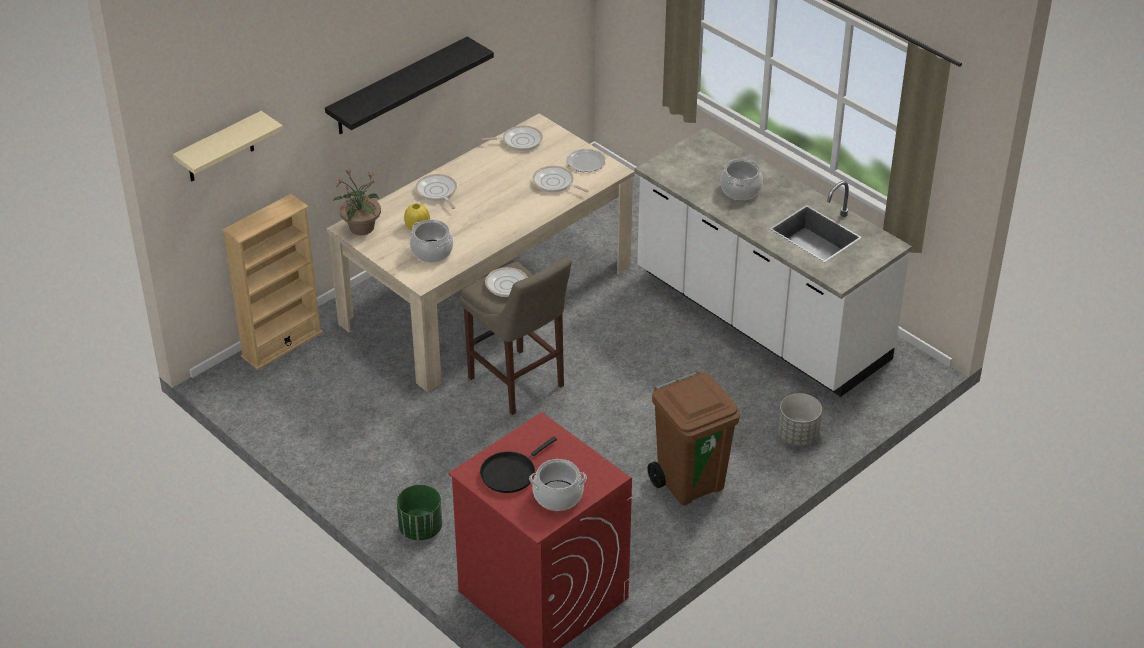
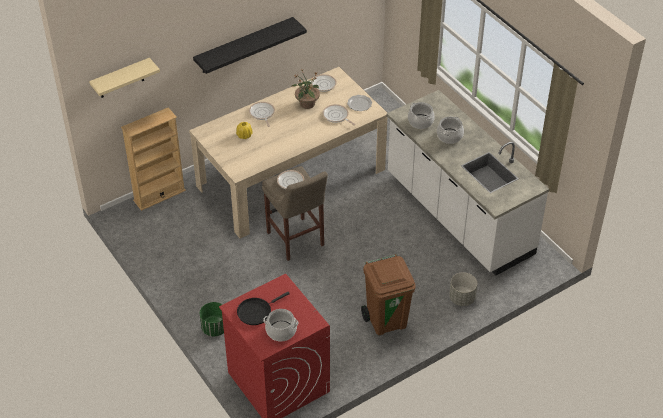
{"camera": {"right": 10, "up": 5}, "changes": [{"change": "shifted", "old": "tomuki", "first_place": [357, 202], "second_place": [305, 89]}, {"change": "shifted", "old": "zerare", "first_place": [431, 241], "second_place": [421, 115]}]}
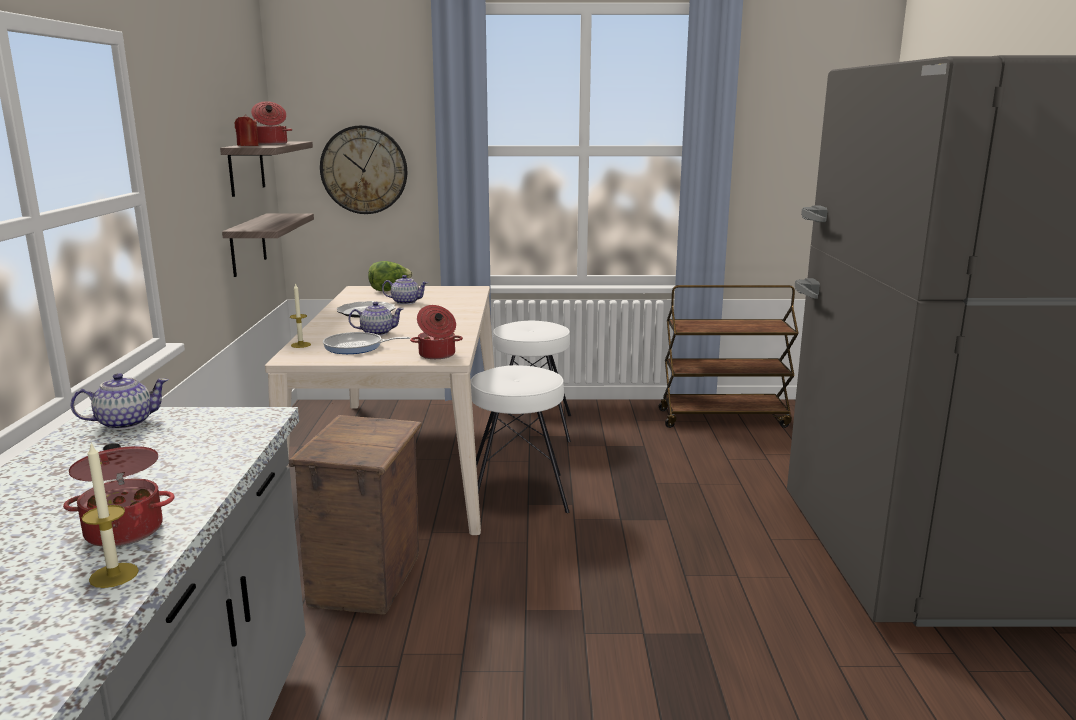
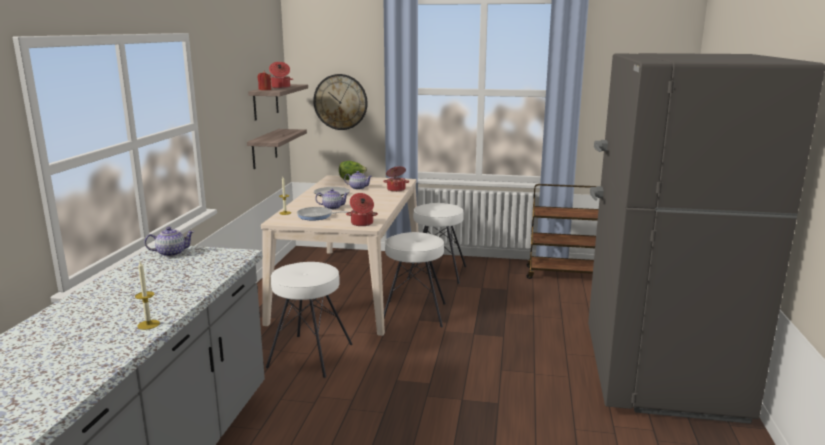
{"camera": {"right": 10, "up": 0}, "changes": [{"change": "shifted", "old": "zerare", "first_place": [118, 495], "second_place": [396, 179]}, {"change": "swapped", "old": "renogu", "new": "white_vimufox", "first_place": [355, 514], "second_place": [309, 320]}]}
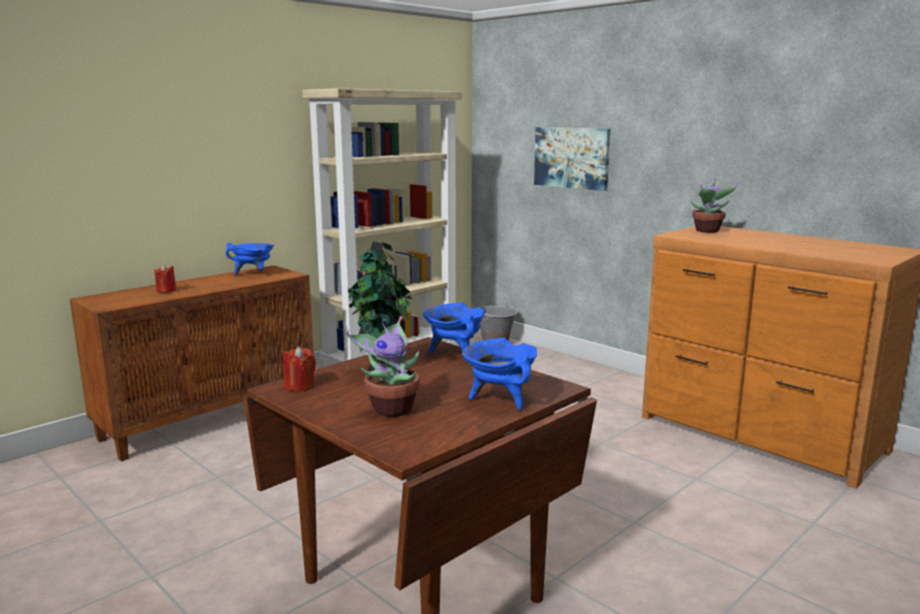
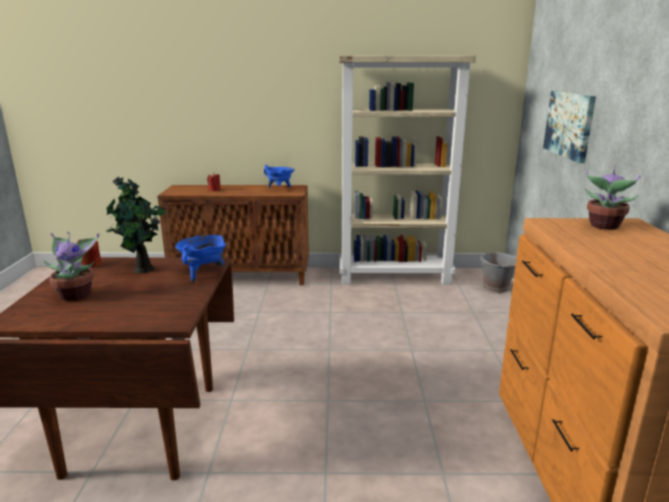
{"camera": {"right": 45, "up": 5}, "changes": [{"change": "gone", "old": "blue_zerare", "first_place": [499, 374]}]}
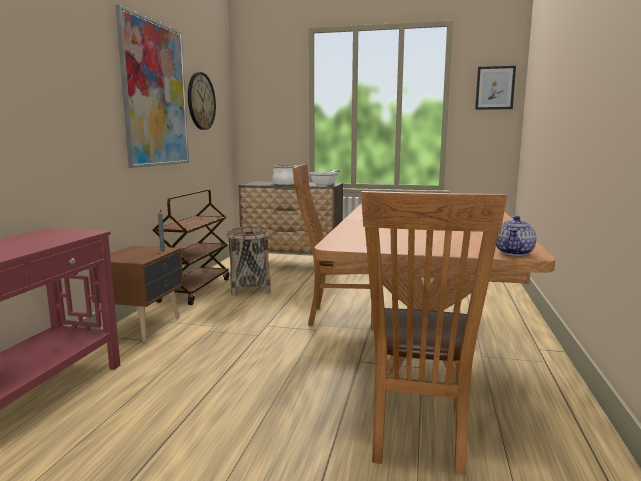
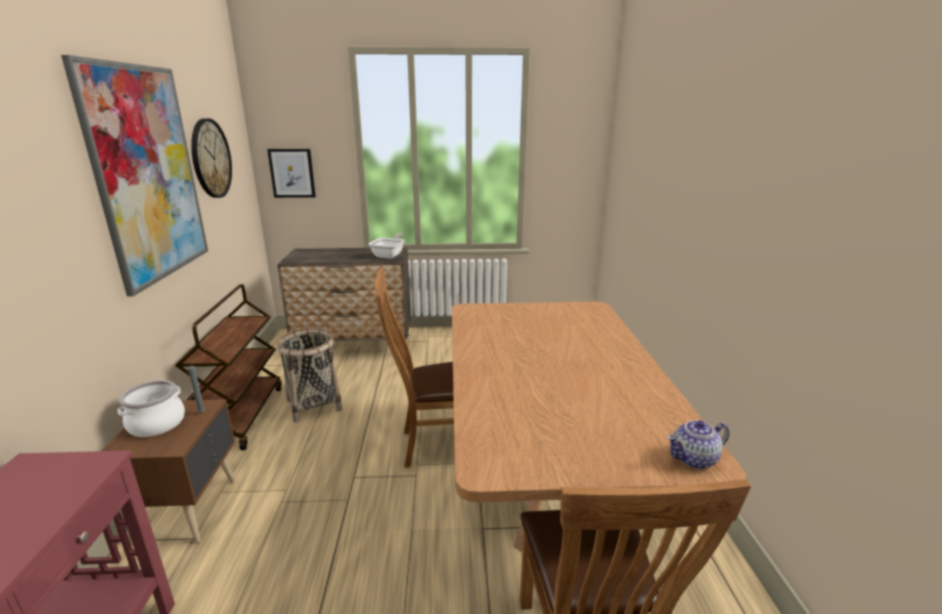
{"camera": {"right": -15, "up": 10}, "changes": [{"change": "shifted", "old": "zerare", "first_place": [284, 175], "second_place": [151, 408]}, {"change": "shifted", "old": "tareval", "first_place": [495, 88], "second_place": [291, 173]}, {"change": "rotated", "old": "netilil", "first_place": [516, 236], "second_place": [698, 444], "degrees": 60}]}
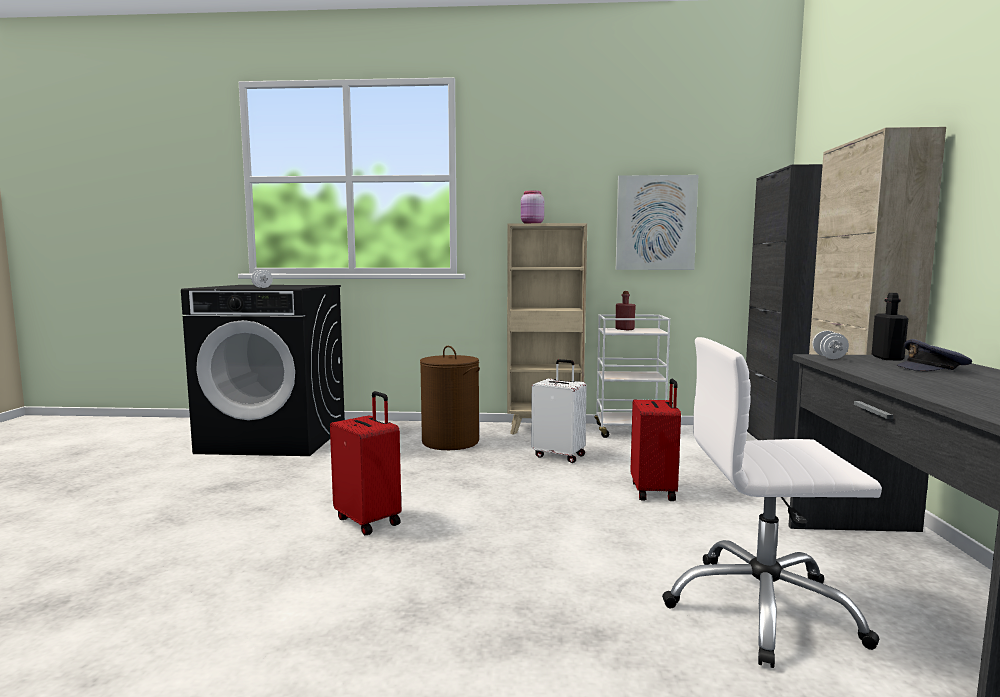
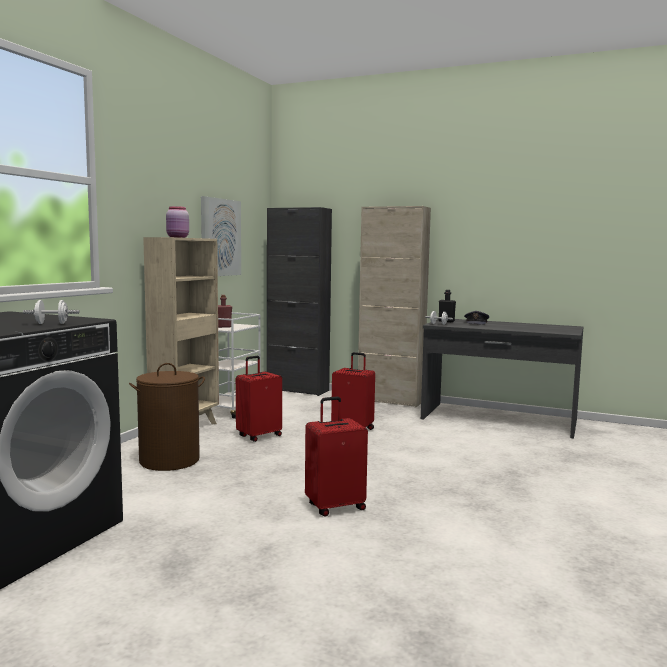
{"camera": {"right": -70, "up": 0}, "changes": [{"change": "repainted", "old": "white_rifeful", "new": "red_rifeful", "first_place": [559, 411], "second_place": [259, 399]}, {"change": "gone", "old": "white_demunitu", "first_place": [772, 502]}]}
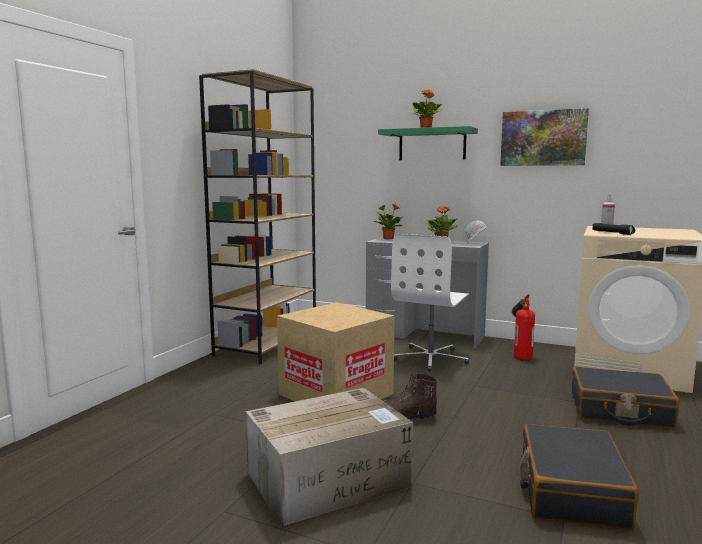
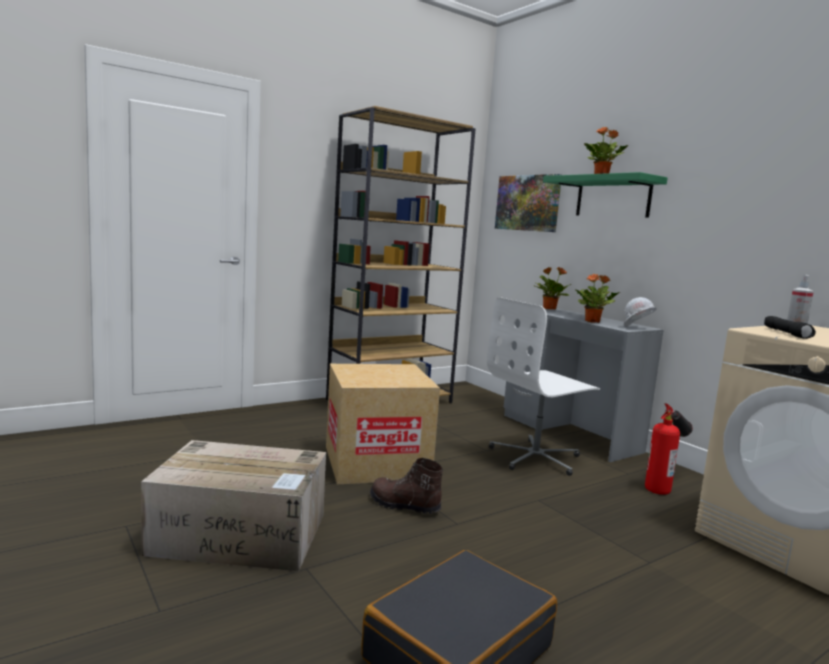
{"camera": {"right": 30, "up": 0}, "changes": [{"change": "shifted", "old": "tareval", "first_place": [544, 137], "second_place": [528, 203]}, {"change": "gone", "old": "black_rifeful", "first_place": [625, 397]}]}
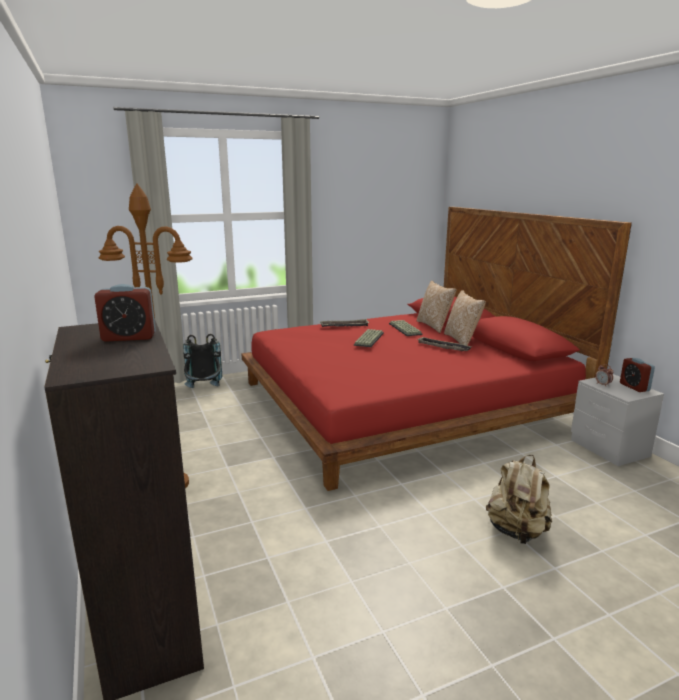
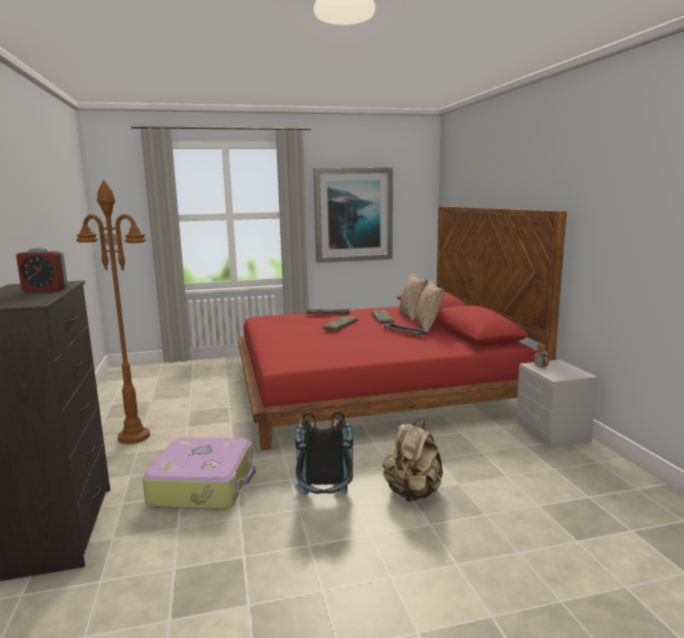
{"camera": {"right": 10, "up": -5}, "changes": [{"change": "shifted", "old": "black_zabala", "first_place": [202, 361], "second_place": [324, 452]}, {"change": "gone", "old": "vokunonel", "first_place": [637, 375]}, {"change": "new", "new": "rifeful", "second_place": [199, 473]}, {"change": "new", "new": "tareval", "second_place": [353, 215]}]}
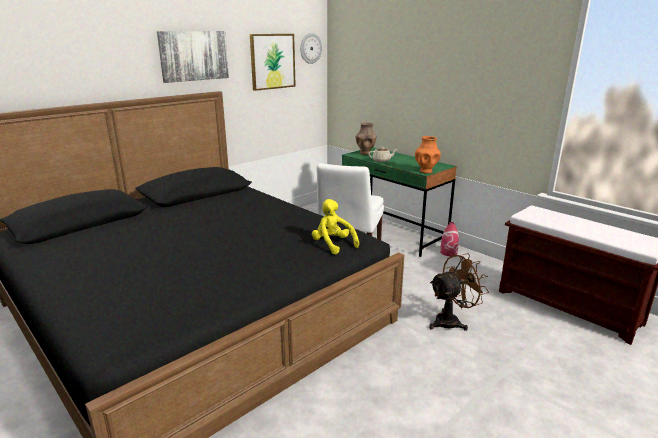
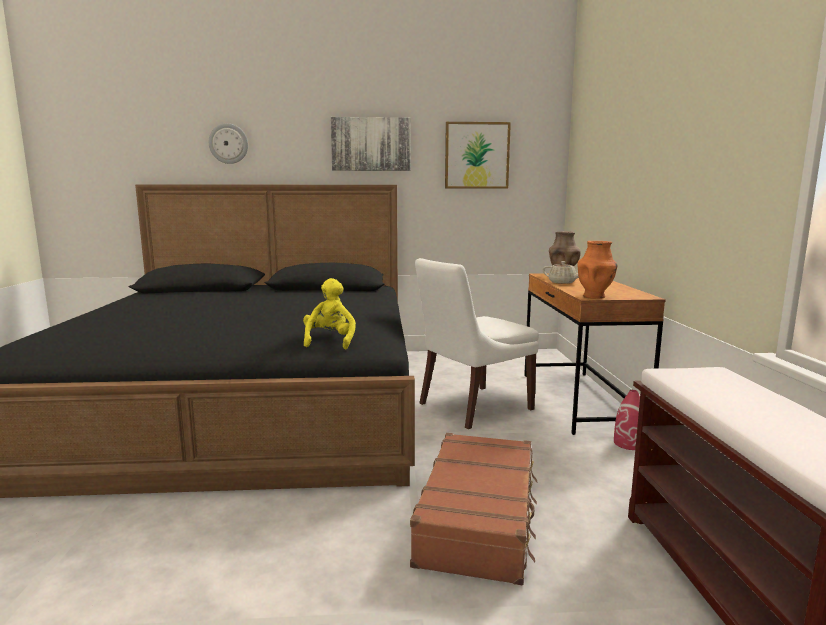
{"camera": {"right": 40, "up": -10}, "changes": [{"change": "shifted", "old": "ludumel", "first_place": [311, 48], "second_place": [228, 143]}, {"change": "repainted", "old": "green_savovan", "new": "brown_savovan", "first_place": [399, 202], "second_place": [595, 354]}, {"change": "swapped", "old": "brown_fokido", "new": "brown_rifeful", "first_place": [459, 292], "second_place": [473, 509]}]}
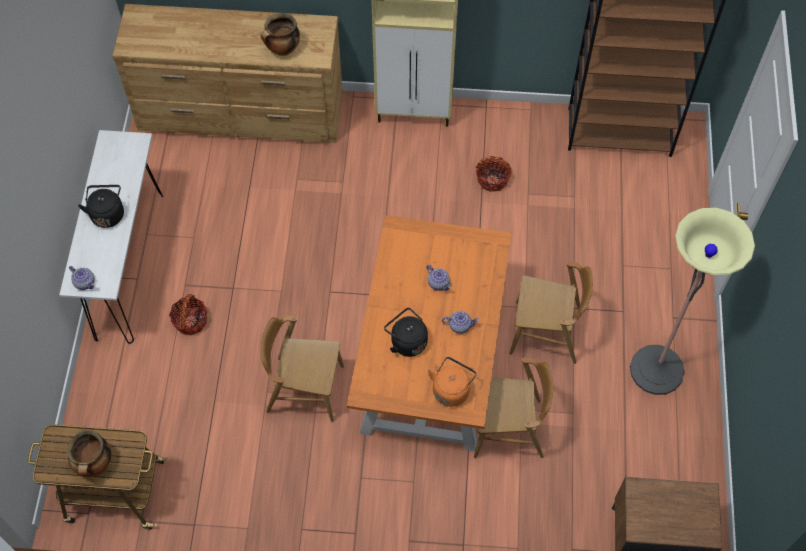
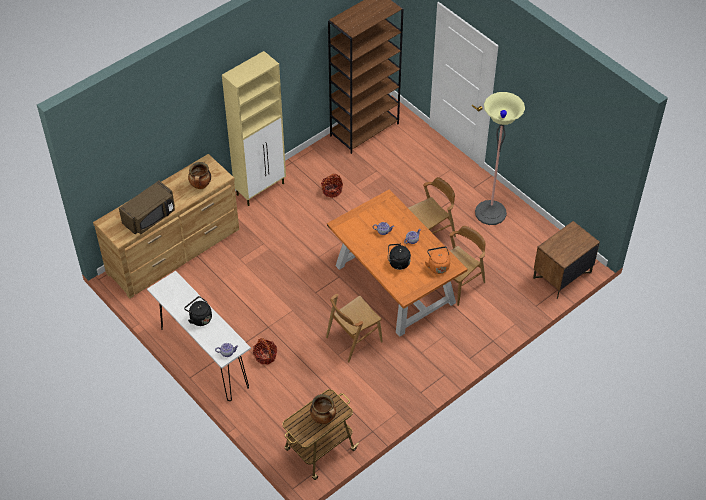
{"camera": {"right": -45, "up": -10}, "changes": [{"change": "new", "new": "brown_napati", "second_place": [147, 207]}]}
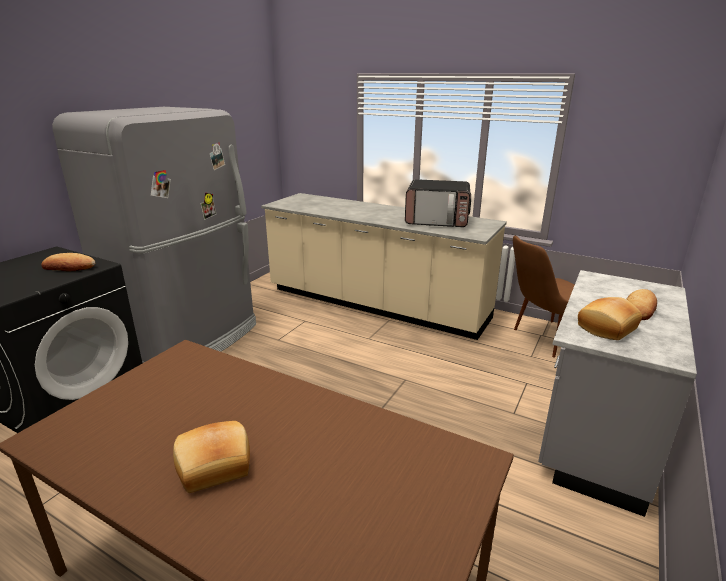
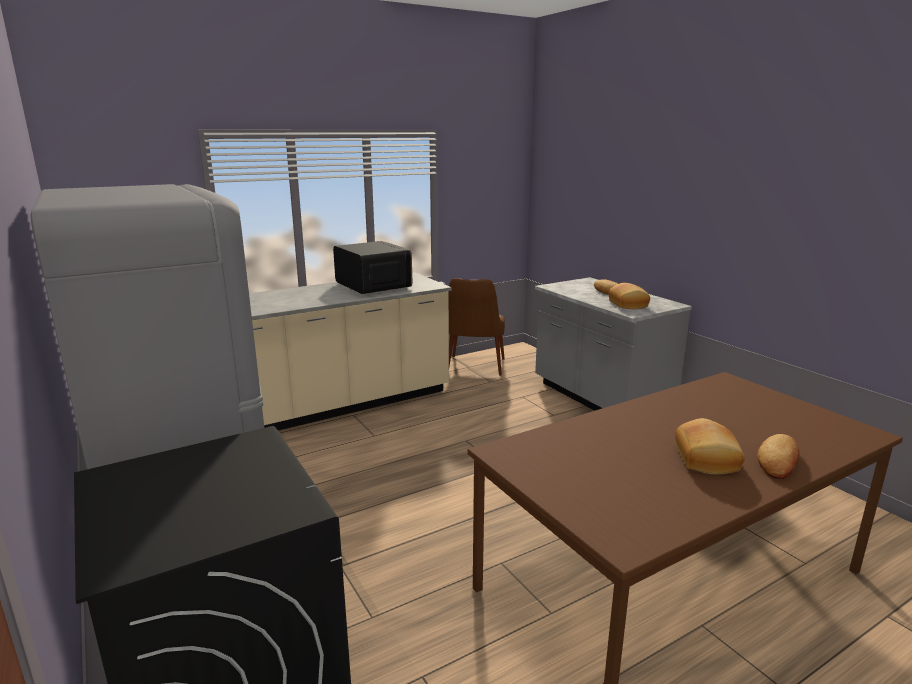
{"camera": {"right": -60, "up": -5}, "changes": [{"change": "shifted", "old": "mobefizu", "first_place": [68, 262], "second_place": [778, 456]}, {"change": "rotated", "old": "napati", "first_place": [438, 203], "second_place": [372, 267], "degrees": -75}]}
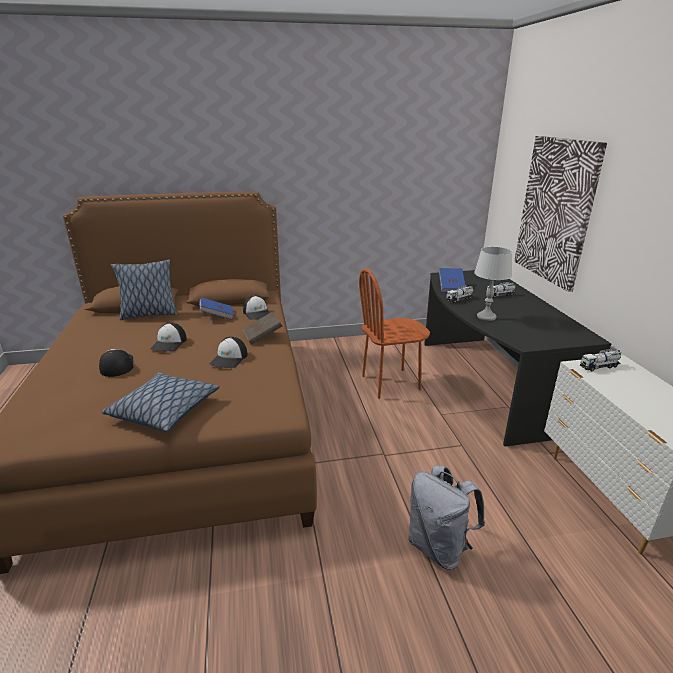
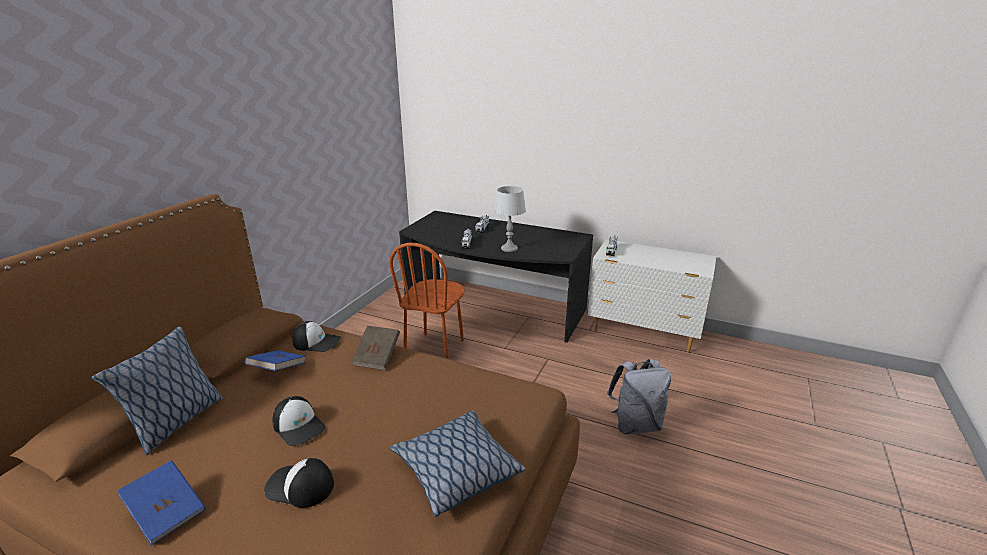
{"camera": {"right": -55, "up": 0}, "changes": [{"change": "gone", "old": "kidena", "first_place": [229, 352]}, {"change": "shifted", "old": "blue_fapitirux", "first_place": [452, 280], "second_place": [161, 503]}, {"change": "gone", "old": "tareval", "first_place": [560, 214]}]}
